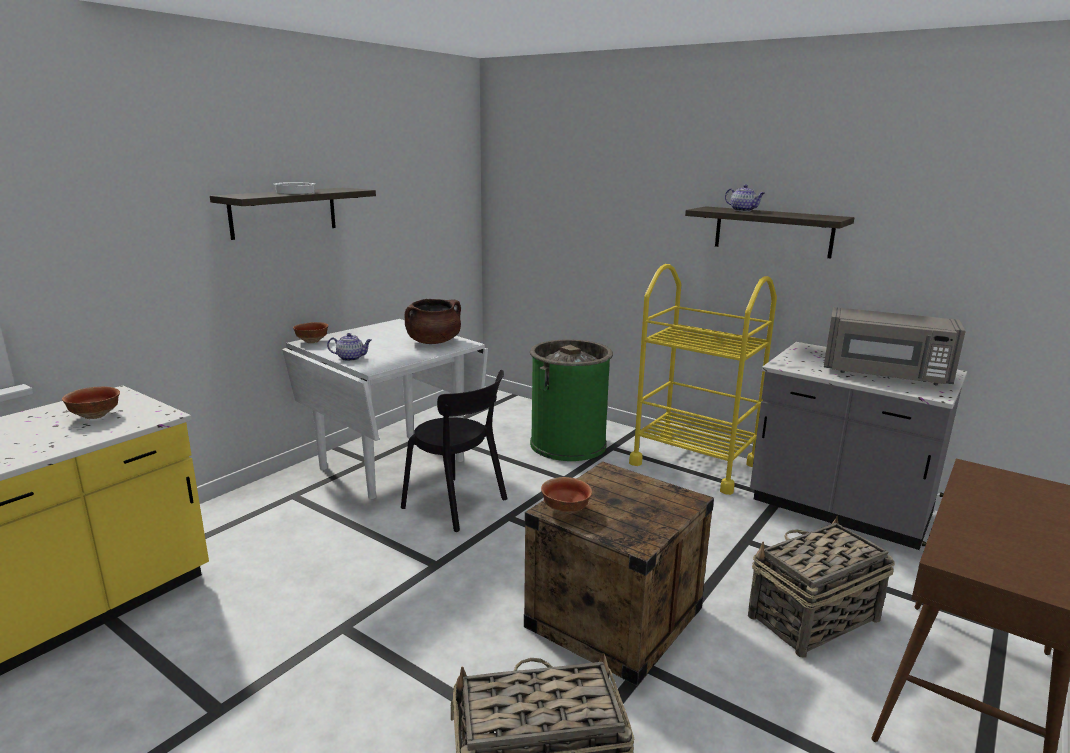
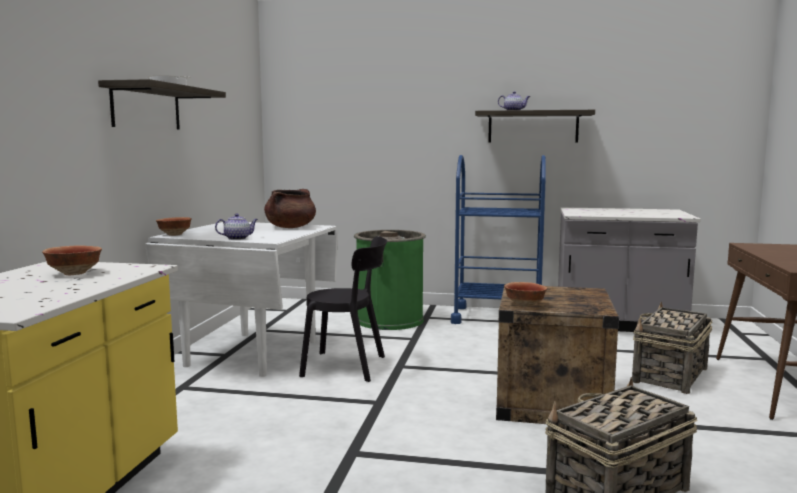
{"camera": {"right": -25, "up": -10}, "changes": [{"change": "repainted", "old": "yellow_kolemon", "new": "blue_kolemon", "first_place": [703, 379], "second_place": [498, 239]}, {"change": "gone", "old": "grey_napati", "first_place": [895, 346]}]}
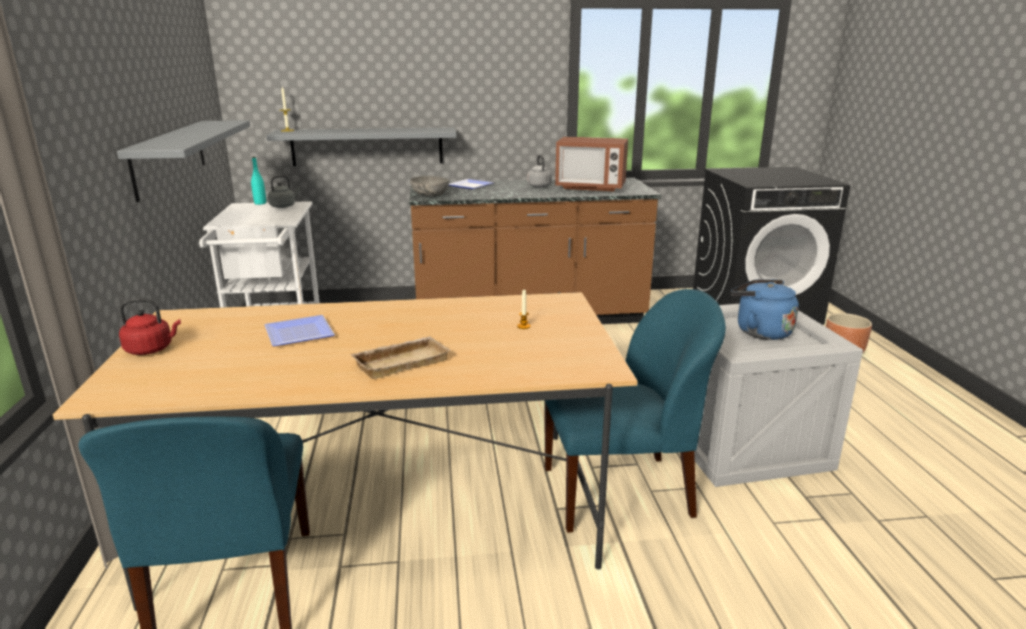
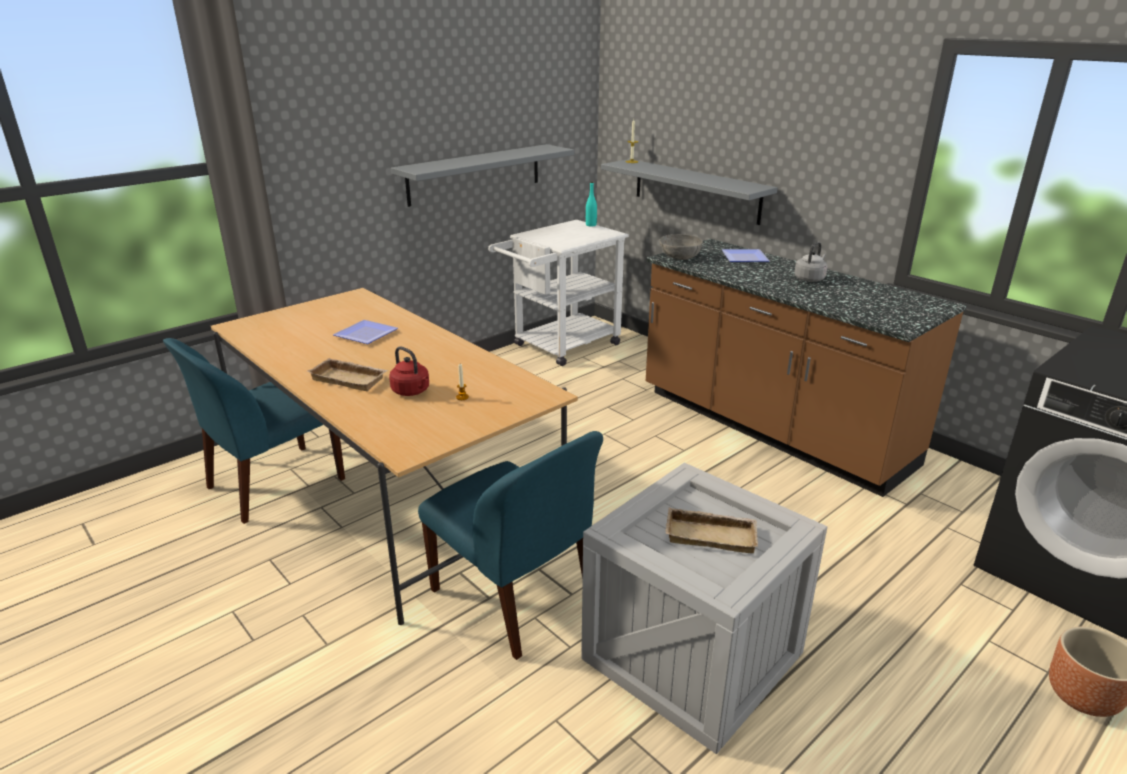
{"camera": {"right": 55, "up": 5}, "changes": [{"change": "shifted", "old": "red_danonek", "first_place": [150, 326], "second_place": [409, 371]}, {"change": "gone", "old": "grey_danonek", "first_place": [284, 191]}, {"change": "gone", "old": "napati", "first_place": [591, 164]}, {"change": "swapped", "old": "blue_danonek", "new": "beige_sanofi", "first_place": [765, 309], "second_place": [712, 530]}]}
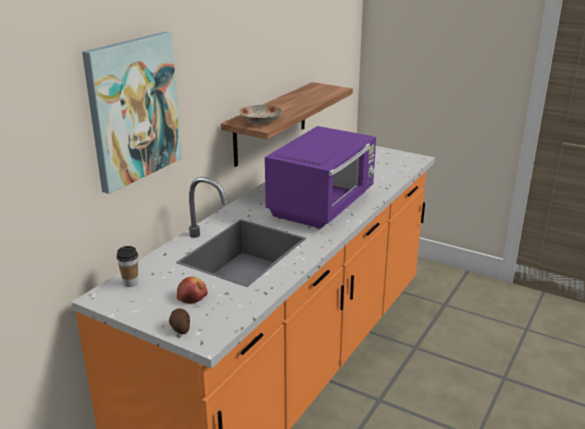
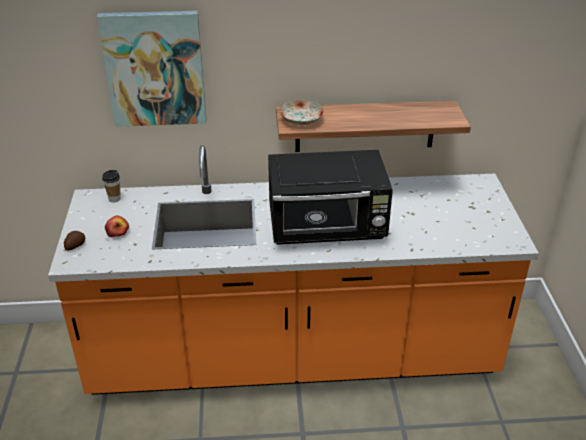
{"camera": {"right": 55, "up": 10}, "changes": [{"change": "repainted", "old": "purple_napati", "new": "black_napati", "first_place": [320, 177], "second_place": [330, 197]}]}
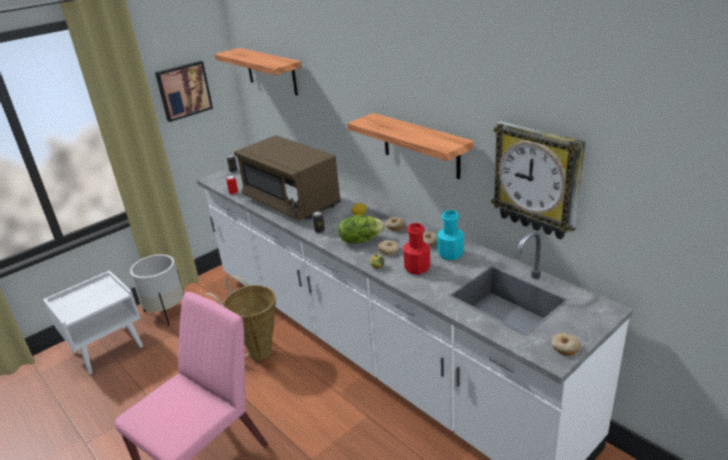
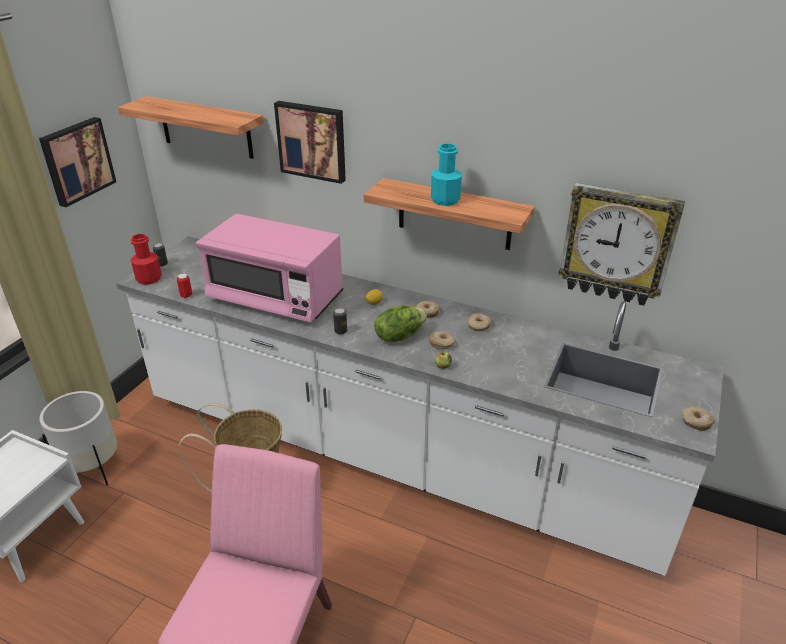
{"camera": {"right": -25, "up": 5}, "changes": [{"change": "repainted", "old": "brown_napati", "new": "pink_napati", "first_place": [287, 178], "second_place": [269, 268]}, {"change": "shifted", "old": "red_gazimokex", "first_place": [416, 248], "second_place": [146, 259]}, {"change": "shifted", "old": "turquoise_gazimokex", "first_place": [450, 235], "second_place": [446, 174]}, {"change": "new", "new": "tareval", "second_place": [310, 142]}]}
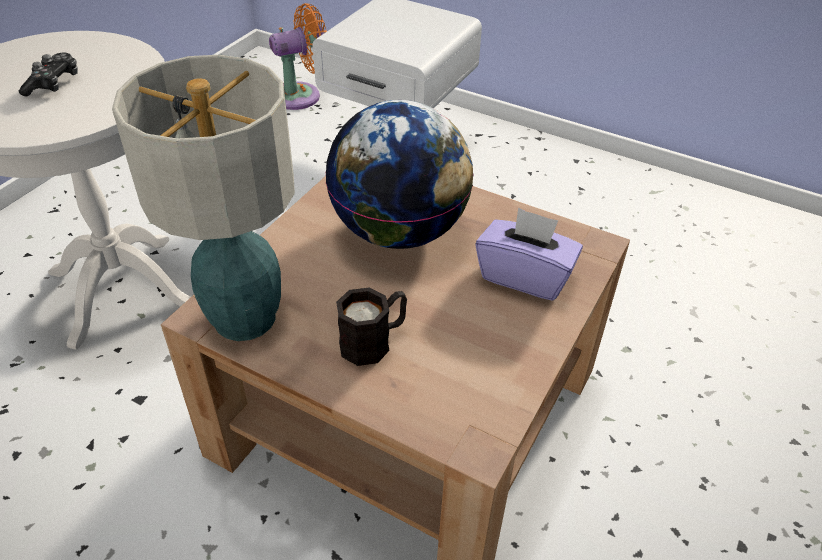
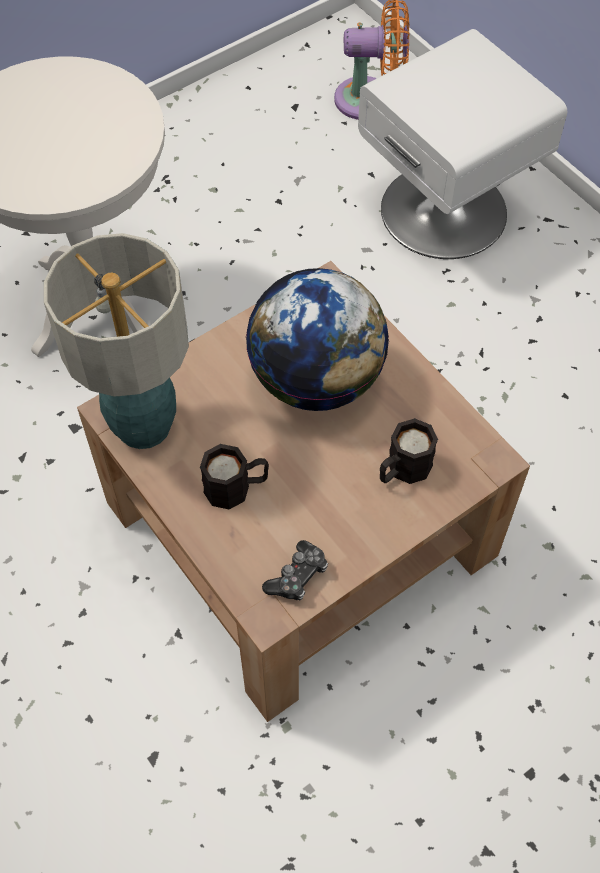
{"camera": {"right": 25, "up": 15}, "changes": [{"change": "shifted", "old": "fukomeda", "first_place": [48, 74], "second_place": [295, 570]}, {"change": "swapped", "old": "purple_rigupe", "new": "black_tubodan", "first_place": [529, 254], "second_place": [409, 451]}]}
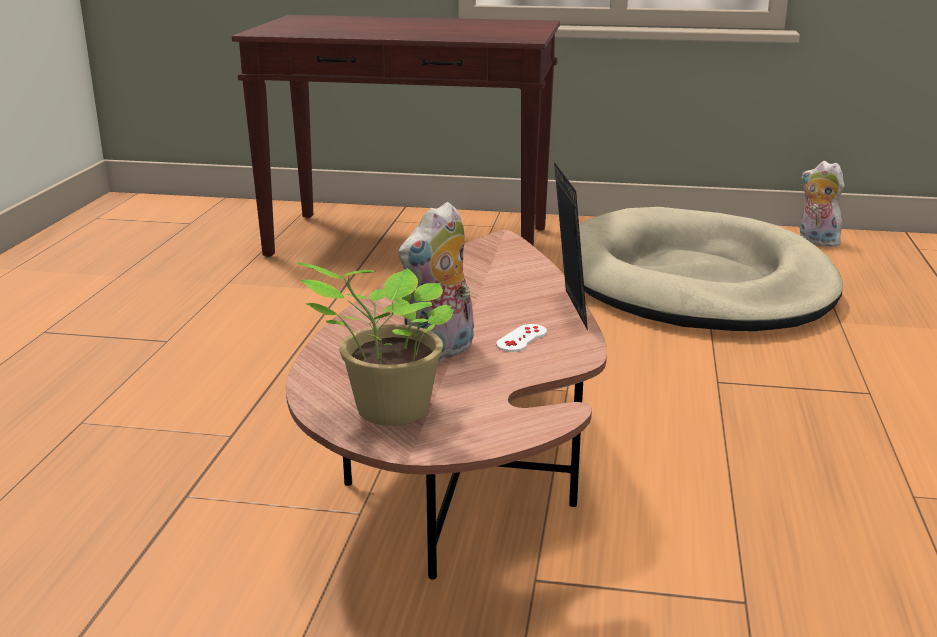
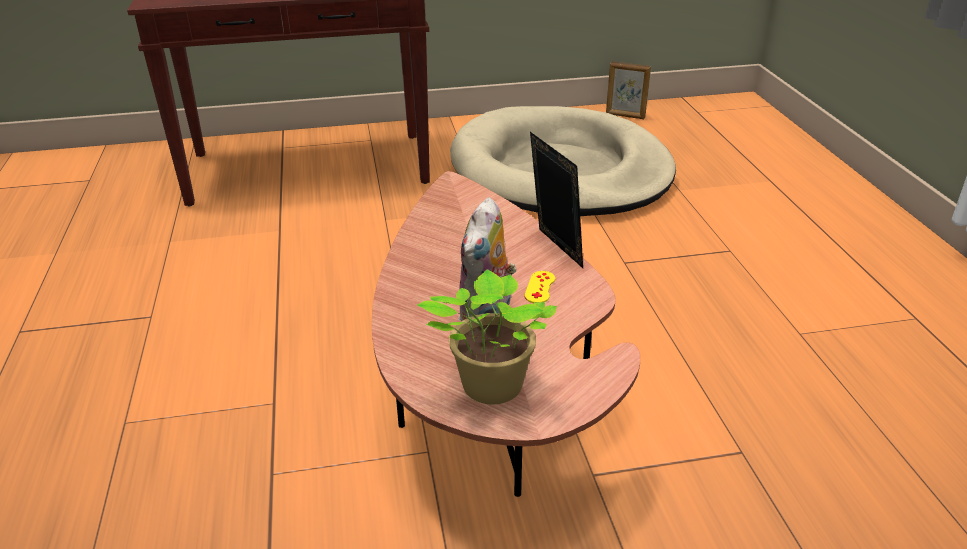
{"camera": {"right": -20, "up": 10}, "changes": [{"change": "repainted", "old": "white_fukomeda", "new": "yellow_fukomeda", "first_place": [521, 338], "second_place": [539, 287]}, {"change": "swapped", "old": "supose", "new": "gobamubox", "first_place": [822, 204], "second_place": [628, 90]}]}
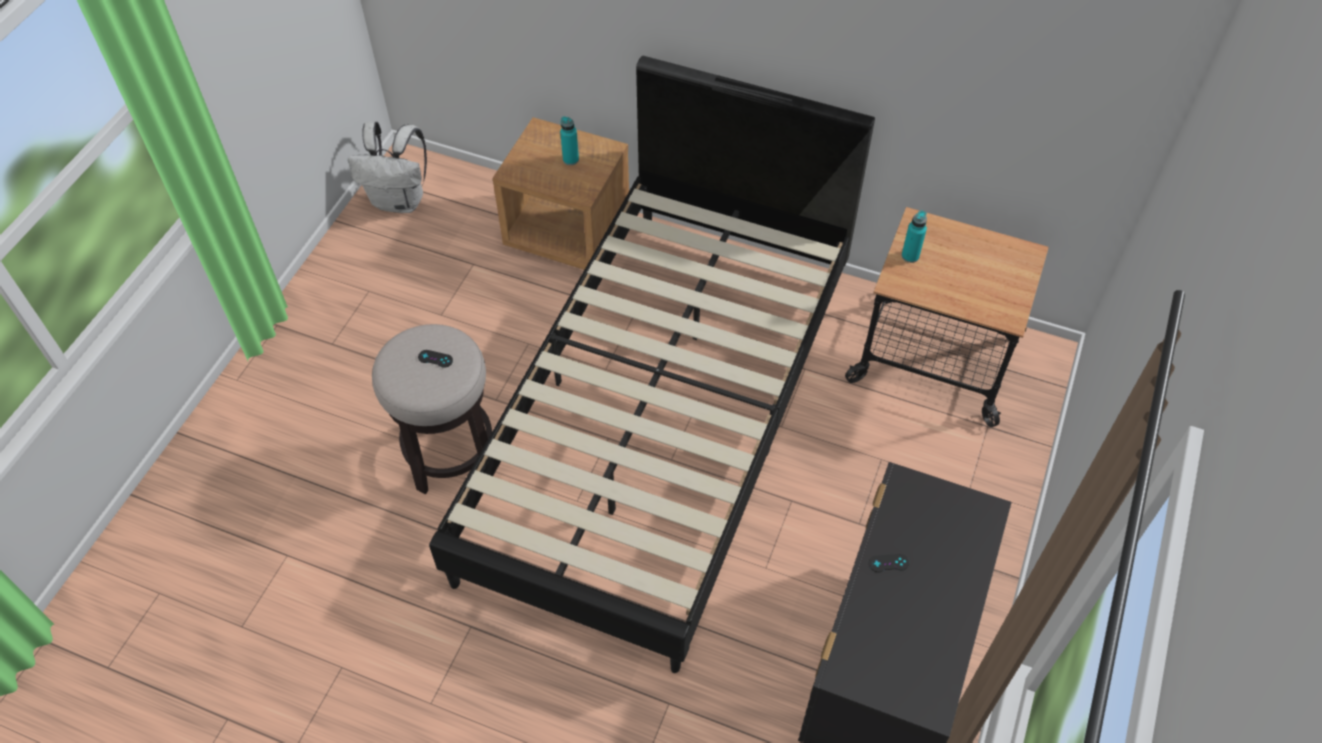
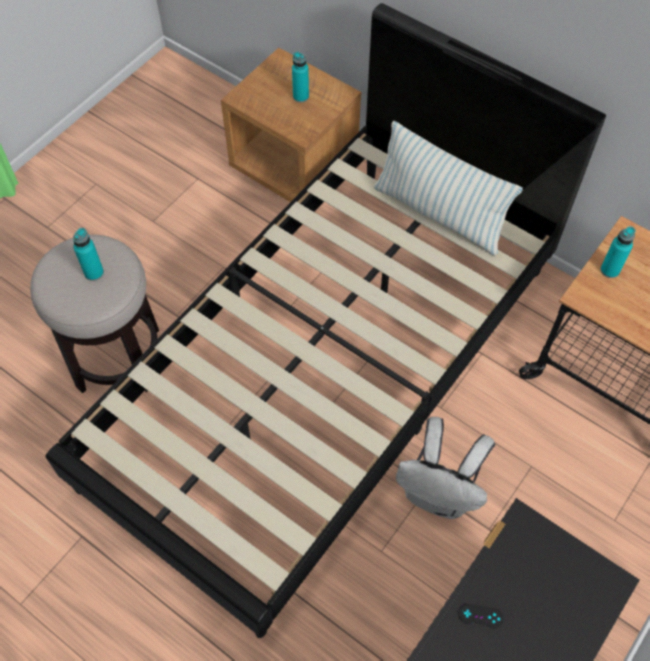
{"camera": {"right": 15, "up": 5}, "changes": [{"change": "shifted", "old": "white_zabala", "first_place": [387, 167], "second_place": [445, 468]}, {"change": "swapped", "old": "black_fukomeda", "new": "turquoise_gazimokex", "first_place": [435, 359], "second_place": [88, 254]}, {"change": "new", "new": "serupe", "second_place": [448, 188]}]}
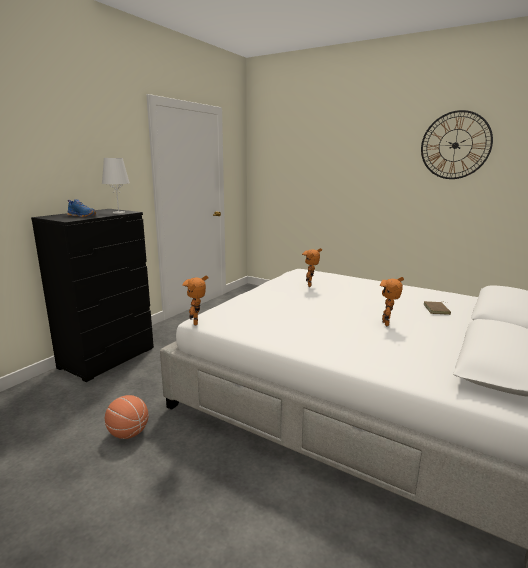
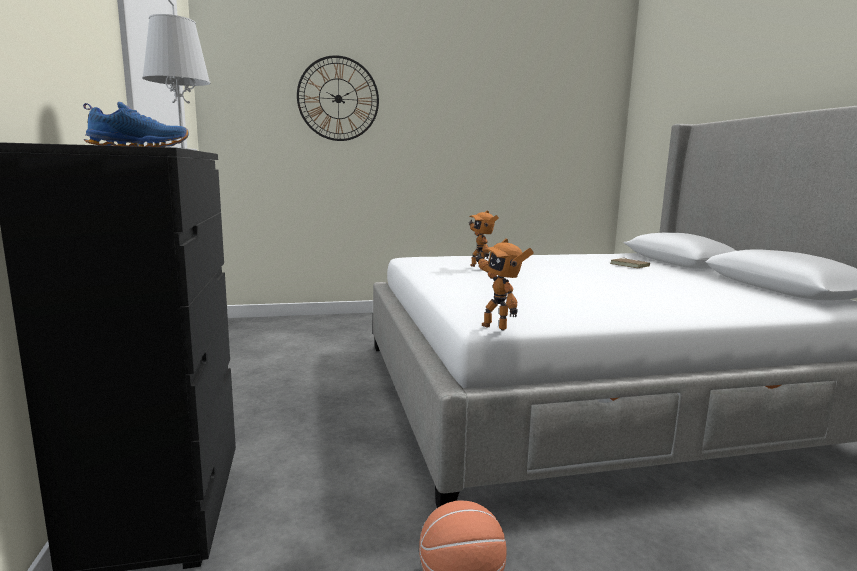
{"camera": {"right": -45, "up": -5}, "changes": [{"change": "gone", "old": "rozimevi", "first_place": [392, 301]}, {"change": "shifted", "old": "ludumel", "first_place": [457, 144], "second_place": [338, 98]}]}
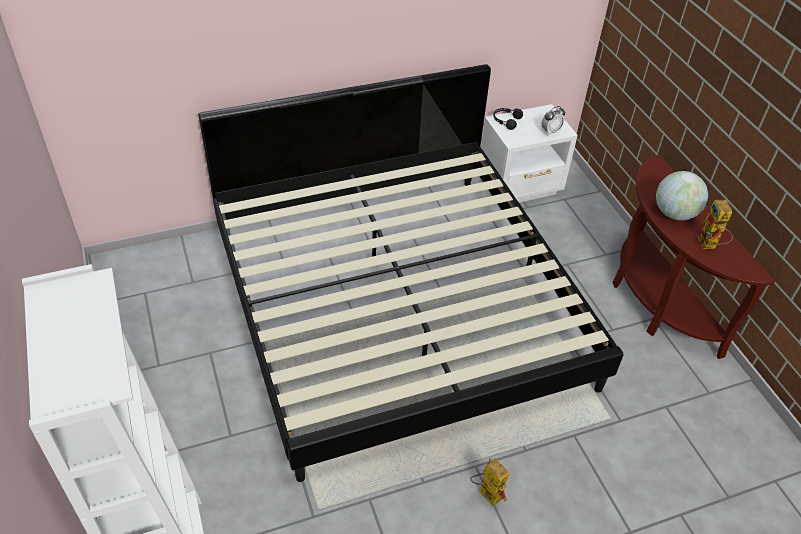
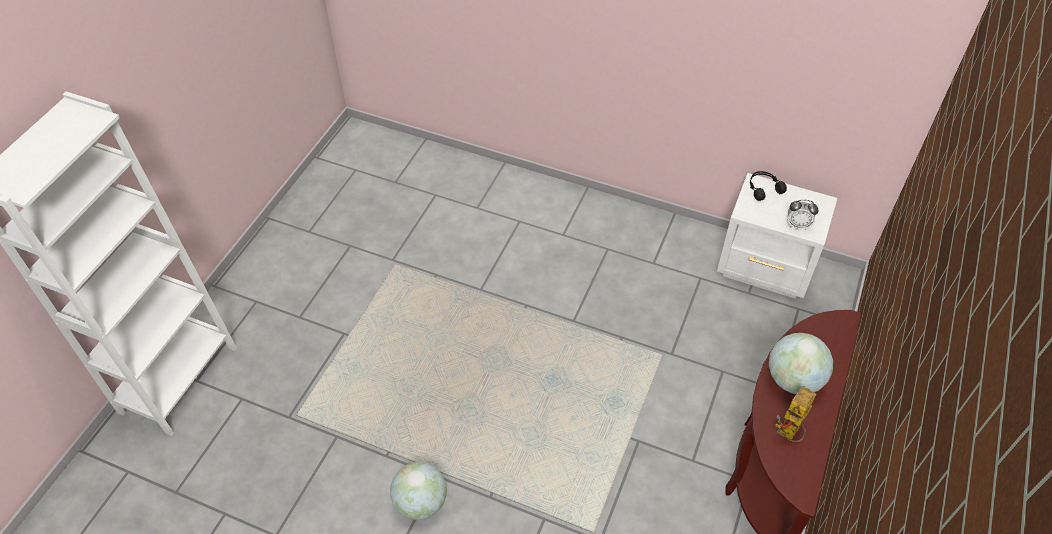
{"camera": {"right": 45, "up": 5}, "changes": [{"change": "gone", "old": "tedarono", "first_place": [411, 273]}, {"change": "swapped", "old": "rozimevi", "new": "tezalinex", "first_place": [489, 482], "second_place": [418, 491]}]}
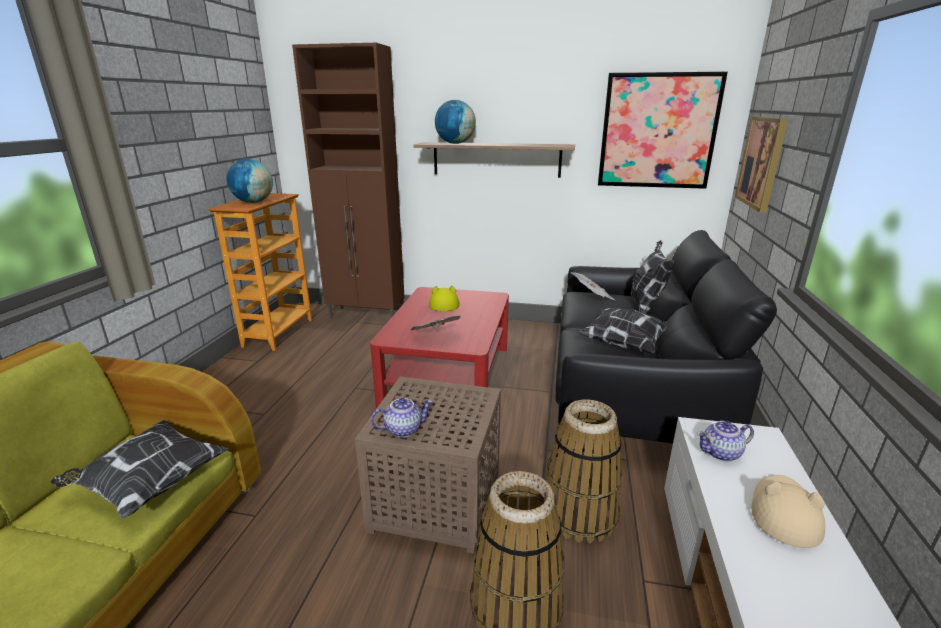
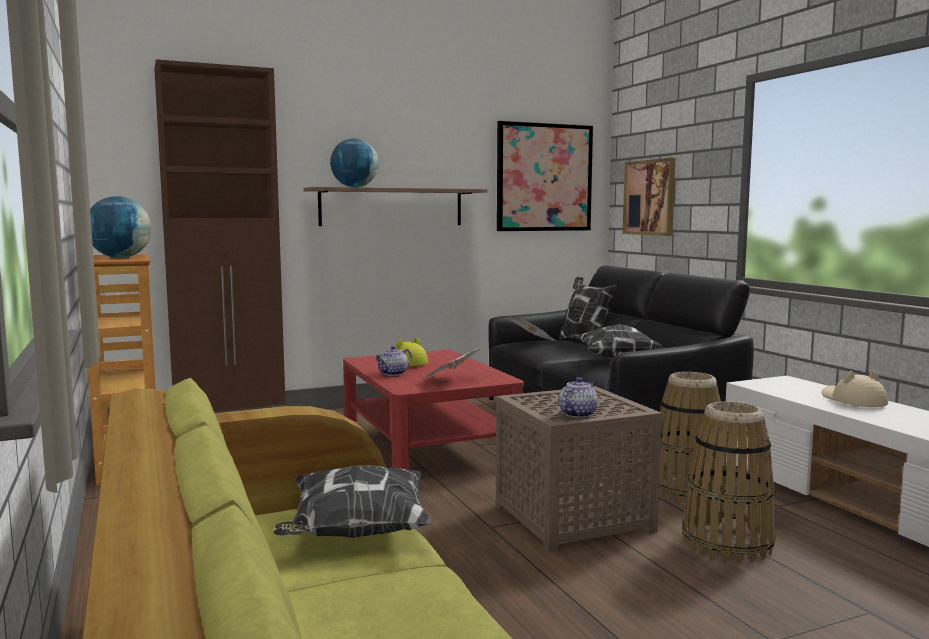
{"camera": {"right": -35, "up": -15}, "changes": [{"change": "shifted", "old": "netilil", "first_place": [725, 441], "second_place": [393, 361]}]}
